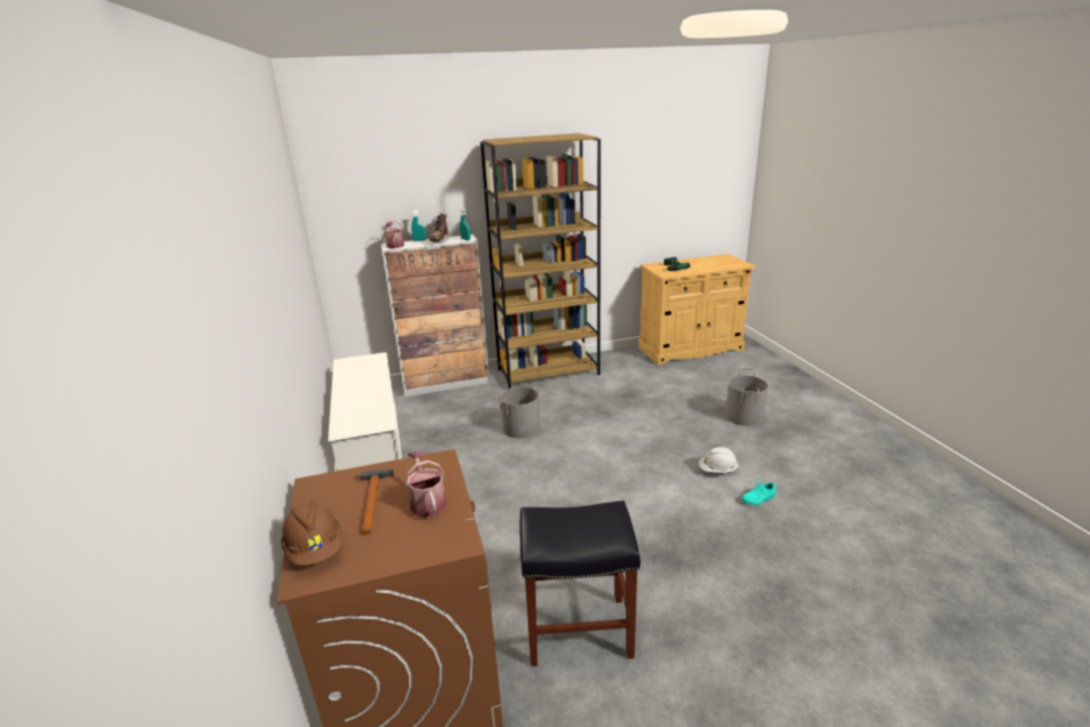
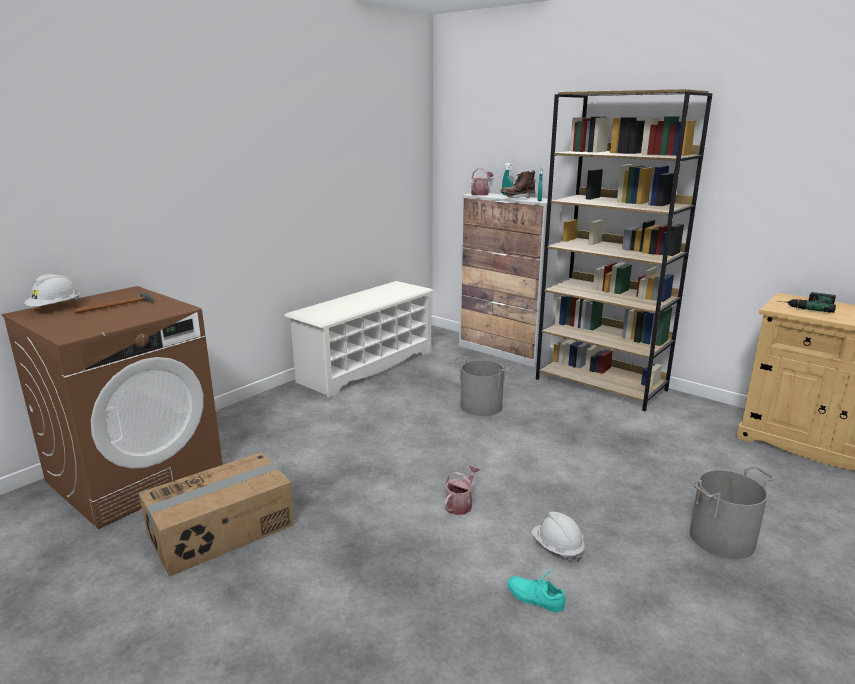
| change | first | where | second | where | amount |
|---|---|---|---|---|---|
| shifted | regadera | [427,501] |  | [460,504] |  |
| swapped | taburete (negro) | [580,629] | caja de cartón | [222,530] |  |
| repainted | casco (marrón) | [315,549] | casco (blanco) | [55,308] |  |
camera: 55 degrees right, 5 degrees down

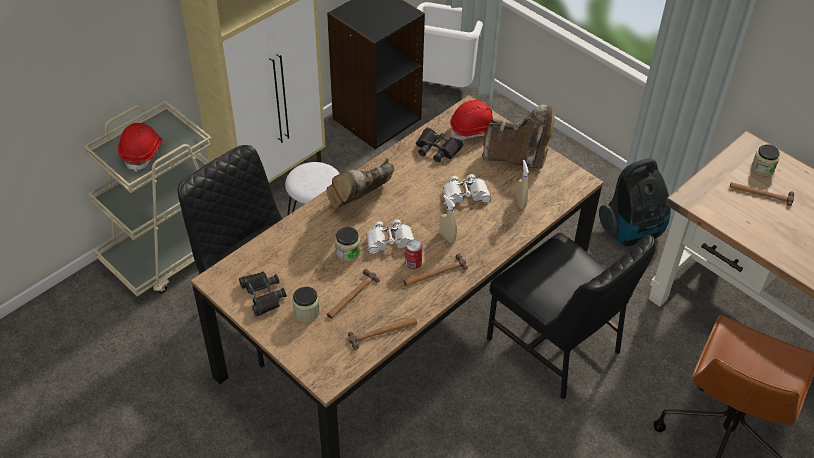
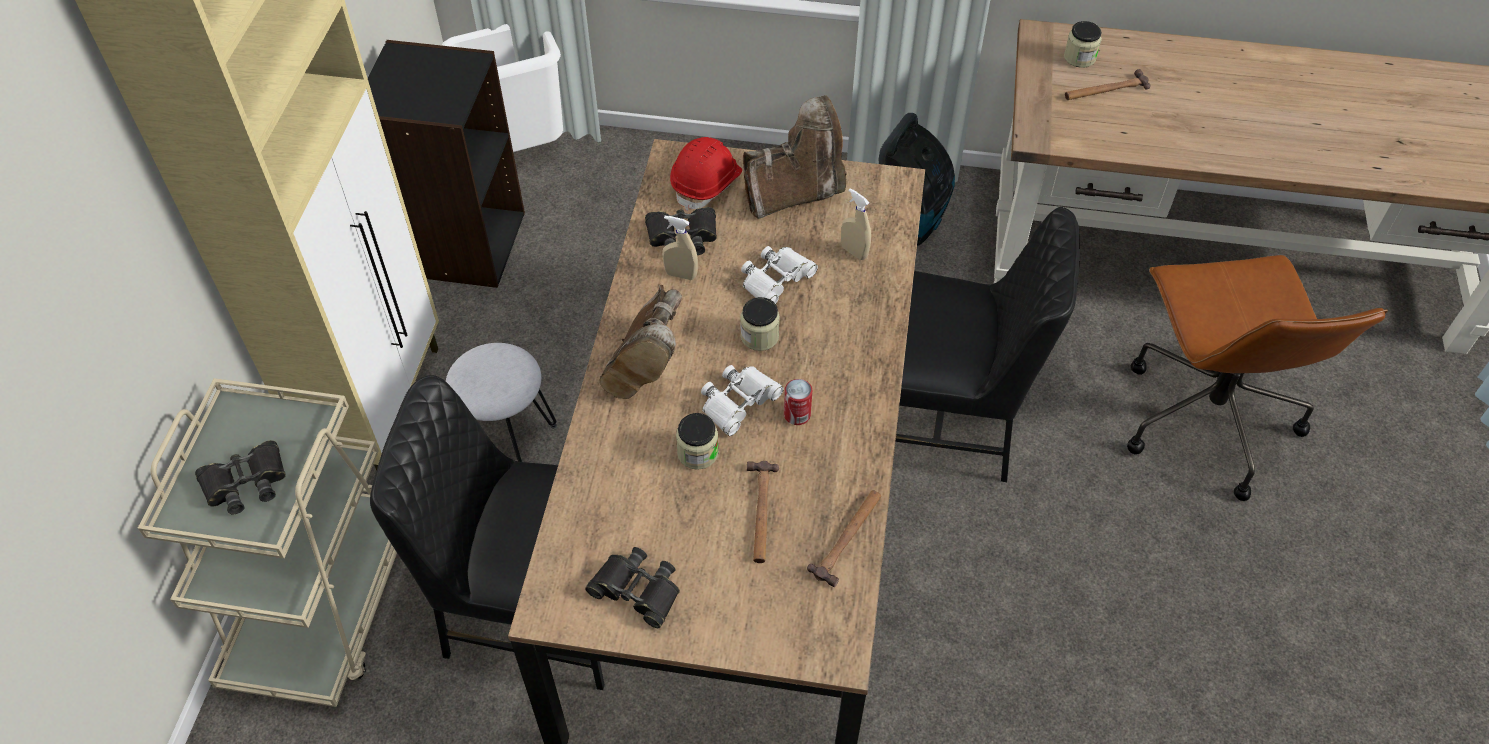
| change | first | where | second | where | amount |
|---|---|---|---|---|---|
| swapped | casco (rojo) | [142,153] | prismáticos (negro) | [246,482] |  |
| shifted | pulverizador (beis) | [447,237] |  | [681,275] |  |
| gone | martillo | [434,273] |  |  |  |
| shifted | tarro | [306,312] |  | [759,336] |  |
camera: 35 degrees left, 5 degrees up

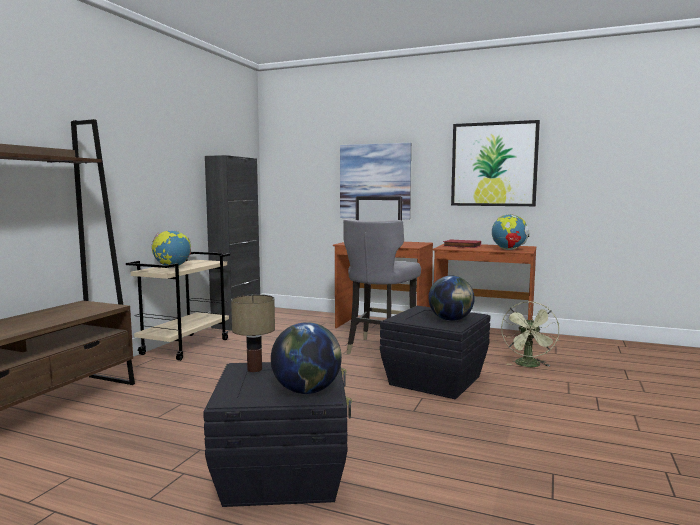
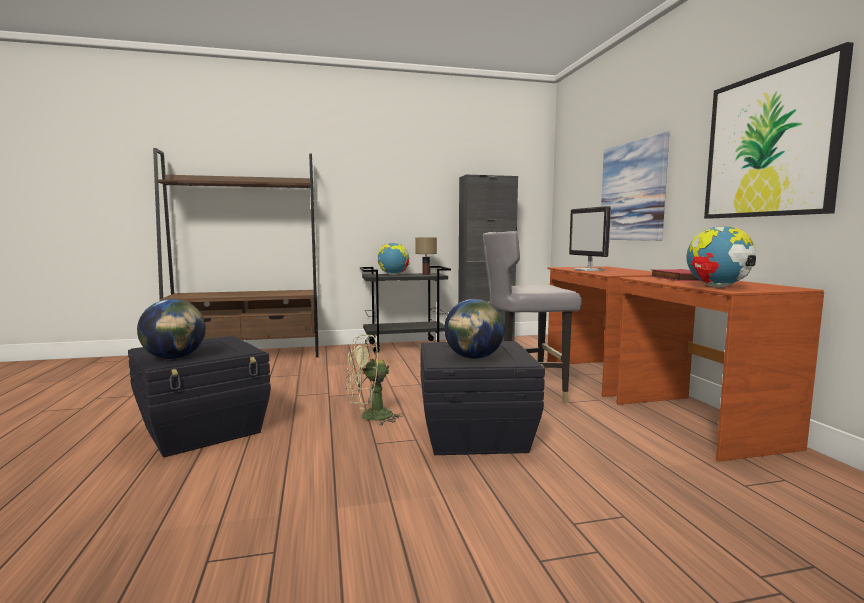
| change | first | where | second | where | amount |
|---|---|---|---|---|---|
| repainted | carrito (beis) | [185,346] | carrito (negro) | [405,346] |  |
| shifted | lámpara de mesa | [255,369] |  | [426,274] |  |
| shifted | ventilador (verde) | [529,365] |  | [370,417] |  |
camera: 55 degrees right, 0 degrees up

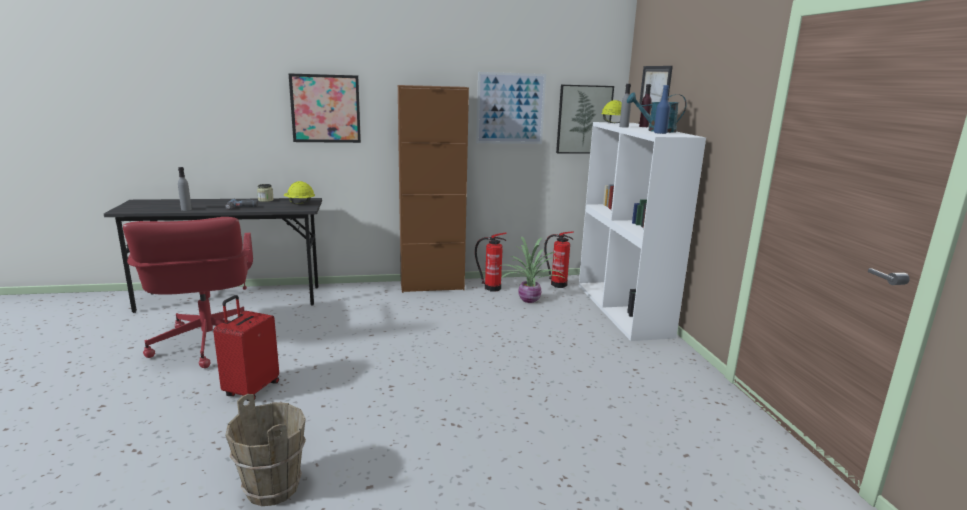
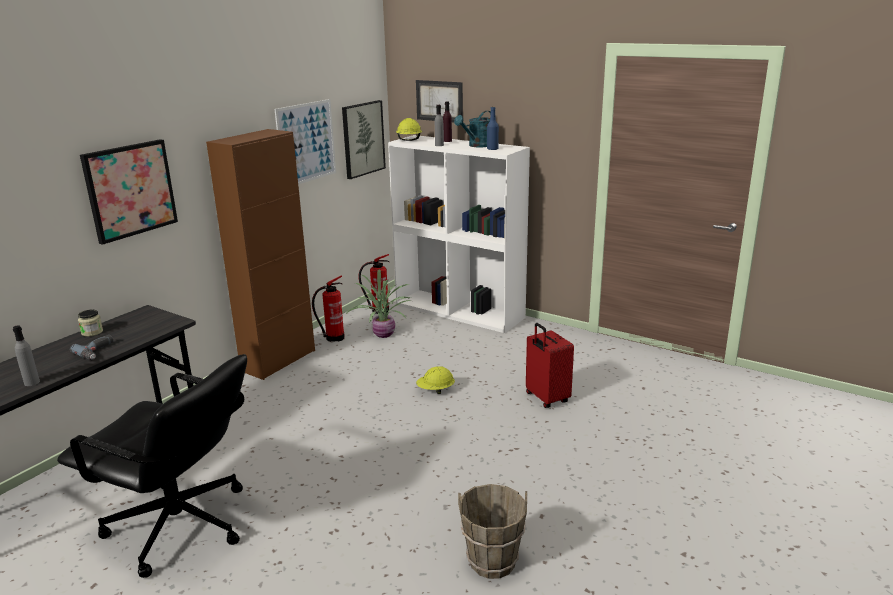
| change | first | where | second | where | amount |
|---|---|---|---|---|---|
| shifted | casco (amarillo) | [299,203] |  | [435,390] |  |
| repainted | silla de oficina (rojo) | [207,344] | silla de oficina (negro) | [179,527] |  |
| shifted | maleta (rojo) | [251,389] |  | [546,398] |  |
camera: 45 degrees left, 5 degrees up

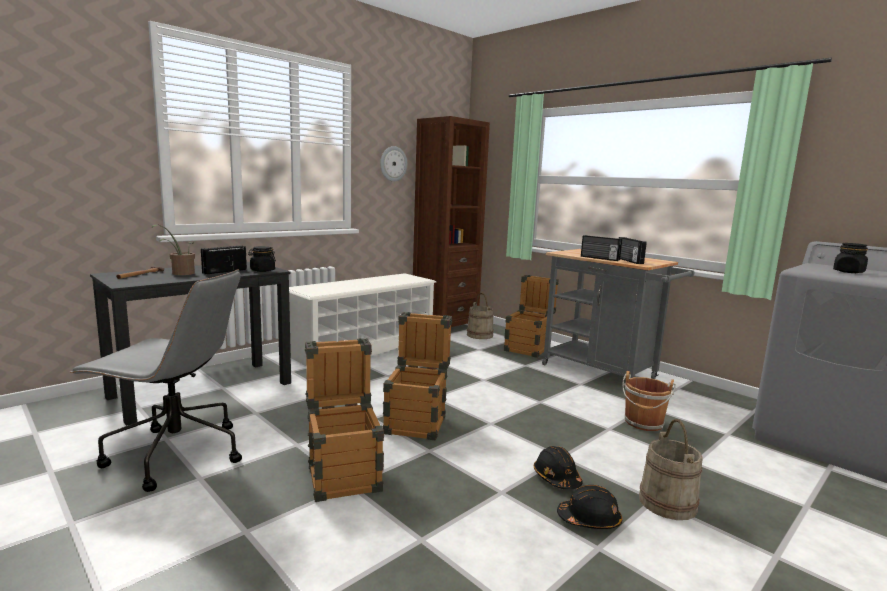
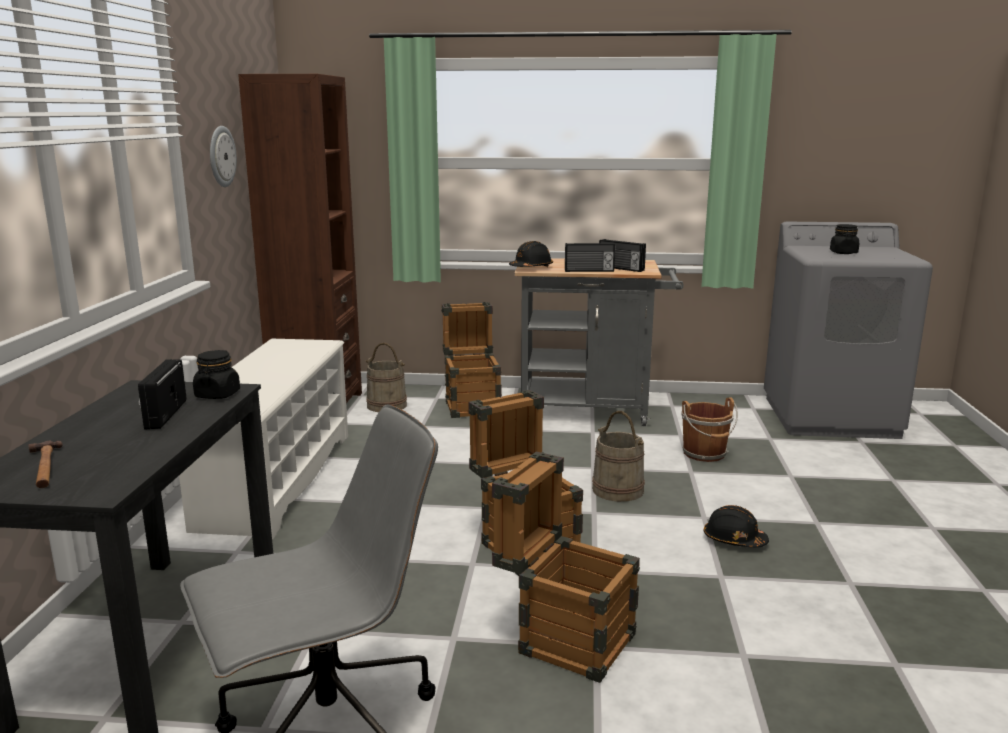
| change | first | where | second | where | amount |
|---|---|---|---|---|---|
| gone | planta en maceta | [180,273] |  |  |  |
| shifted | cubo (beis) | [668,503] |  | [618,490] |  |
| shifted | casco (negro) | [589,520] |  | [531,268] |  |
camera: 40 degrees left, 5 degrees up

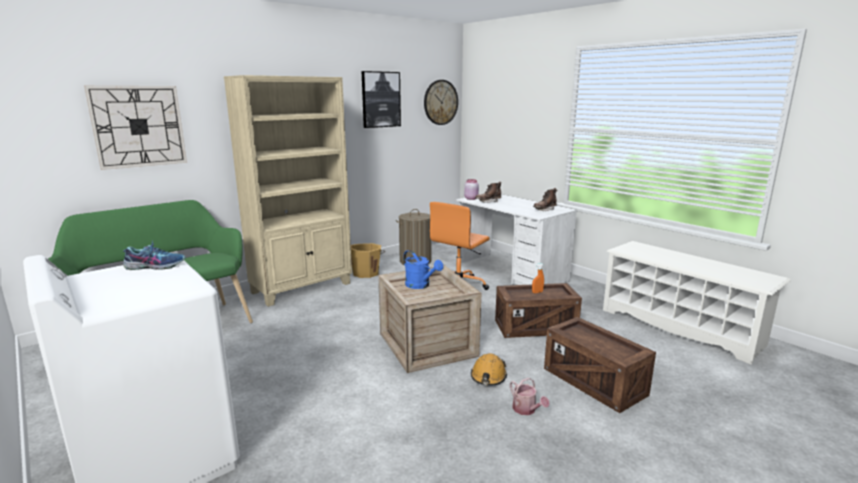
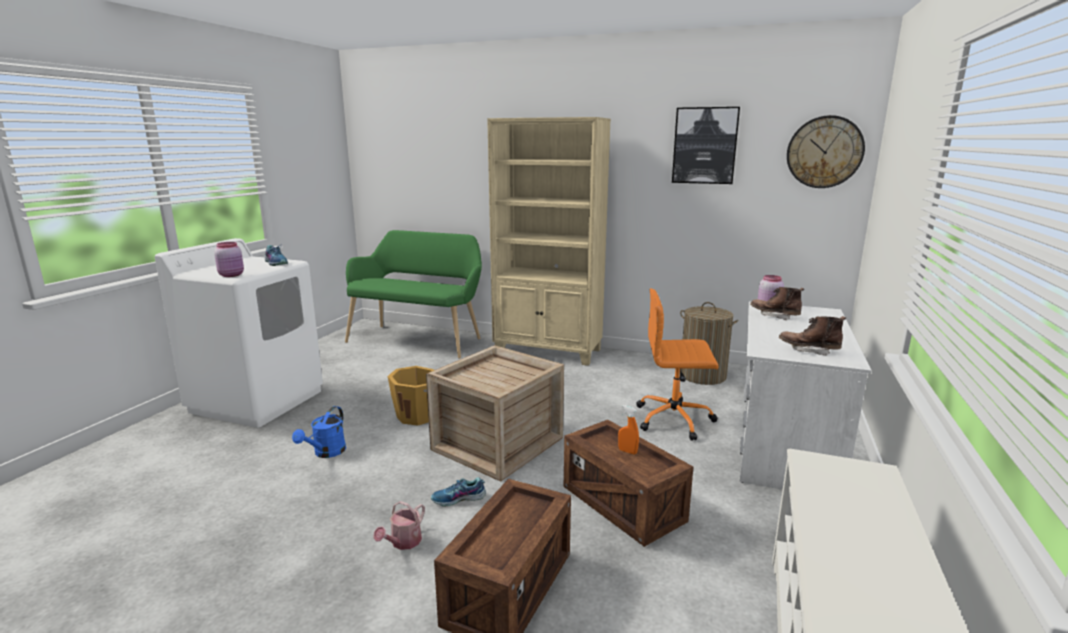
| change | first | where | second | where | amount |
|---|---|---|---|---|---|
| gone | reloj de pared | [138,126] |  |  |  |
| shifted | cubo (naranja) | [366,273] |  | [418,415] |  |
| shifted | regadera (azul) | [420,285] |  | [326,453] |  |
| swapped | casco (naranja) | [488,377] | zapato | [458,499] |  |
| new |  |  | tarro (rosa) | [232,275] |  |
camera: 60 degrees right, 0 degrees up

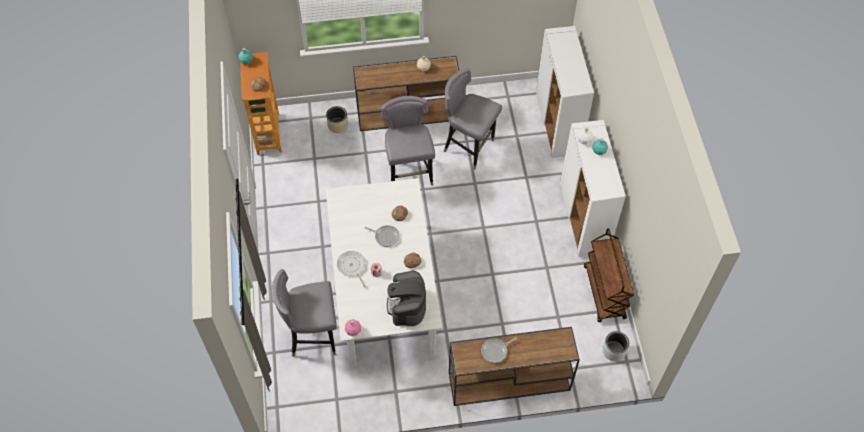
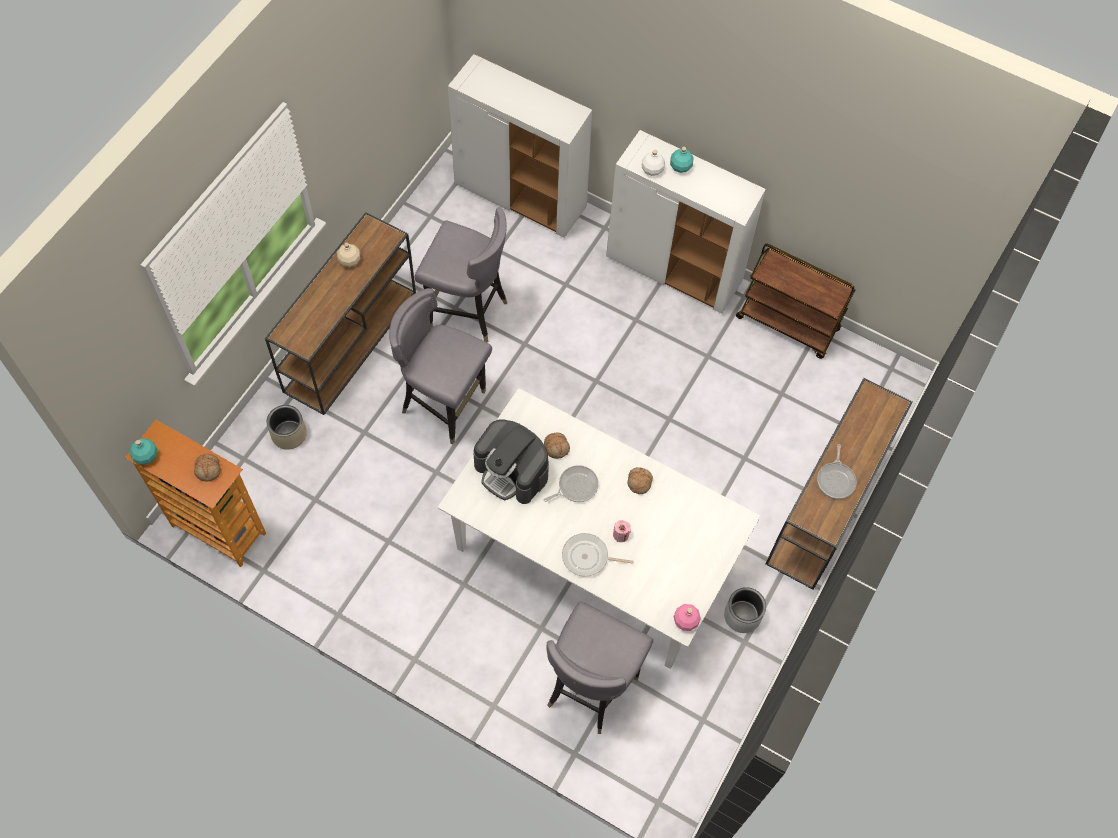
| change | first | where | second | where | amount |
|---|---|---|---|---|---|
| rotated | silla (gris) | [469,148] |  | [467,312] | 135 degrees counterclockwise |
| shifted | cafetera | [407,305] |  | [512,471] |  |
| shifted | maceta (gris) | [613,351] |  | [742,616] |  |
camera: 55 degrees left, 5 degrees up

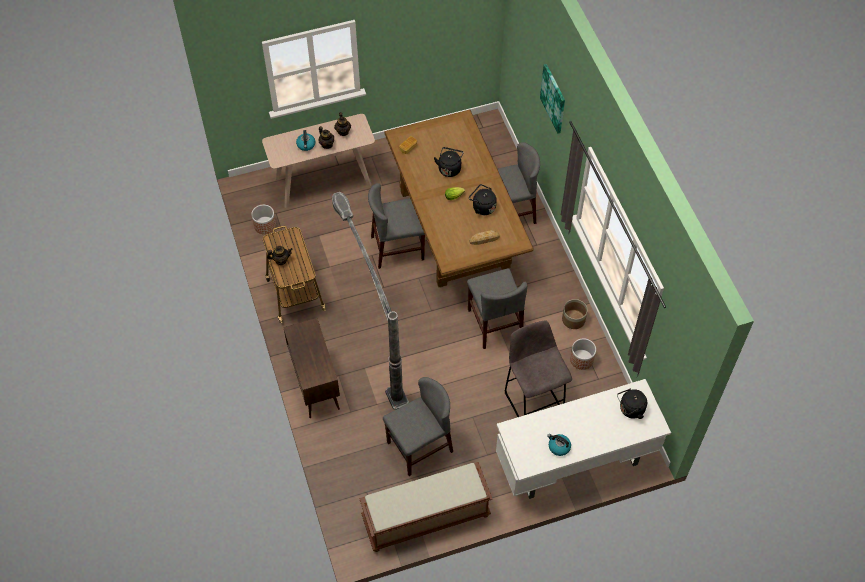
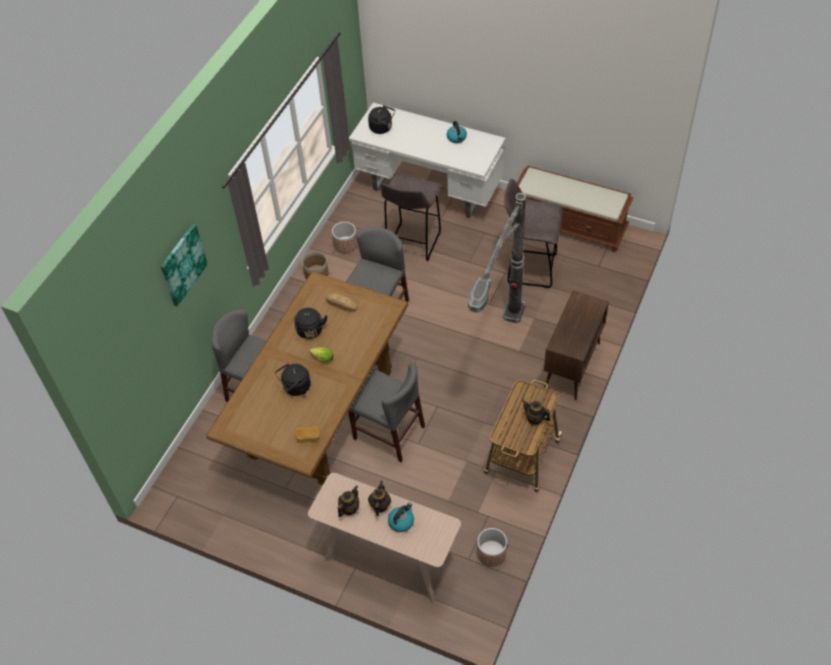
| change | first | where | second | where | amount |
|---|---|---|---|---|---|
| swapped | silla (gris) | [419,447] | taburete (gris) | [529,268] |  |
camera: 135 degrees left, 5 degrees down

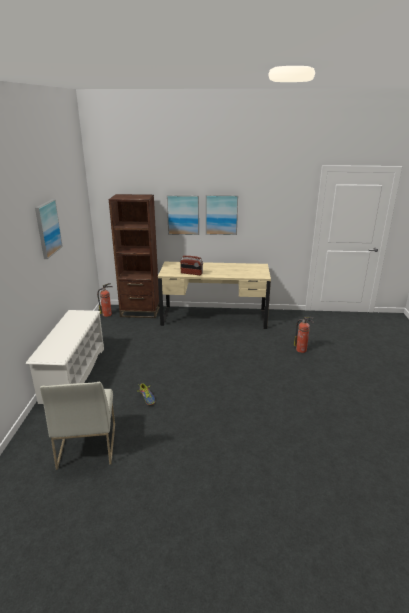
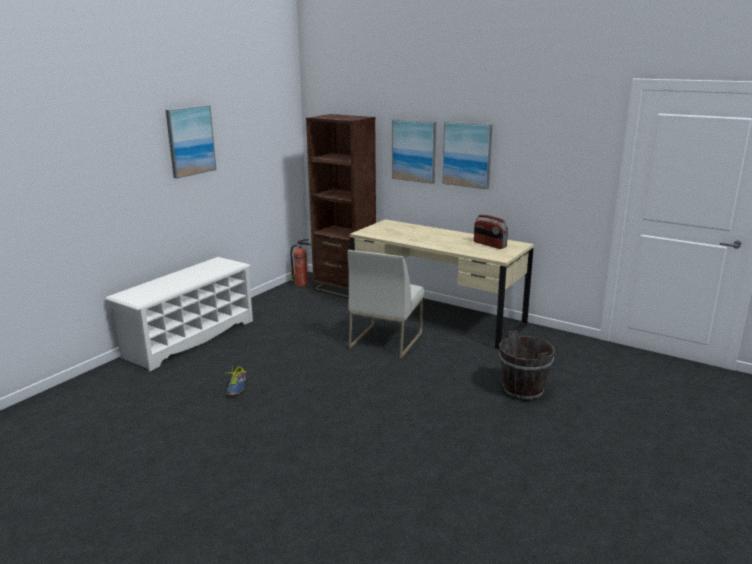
| change | first | where | second | where | amount |
|---|---|---|---|---|---|
| shifted | radio | [191,273] |  | [489,245] |  |
| swapped | extintor | [302,350] | cubo (marrón) | [522,391] |  |
| shifted | silla (blanco) | [86,445] |  | [385,340] |  |
camera: 30 degrees right, 5 degrees down

